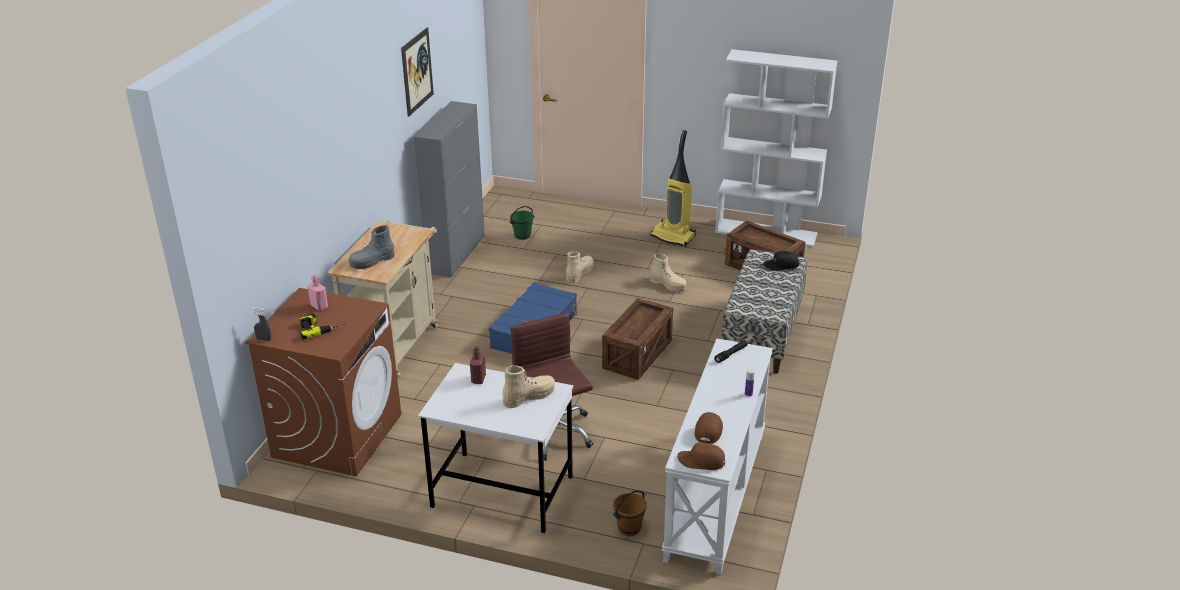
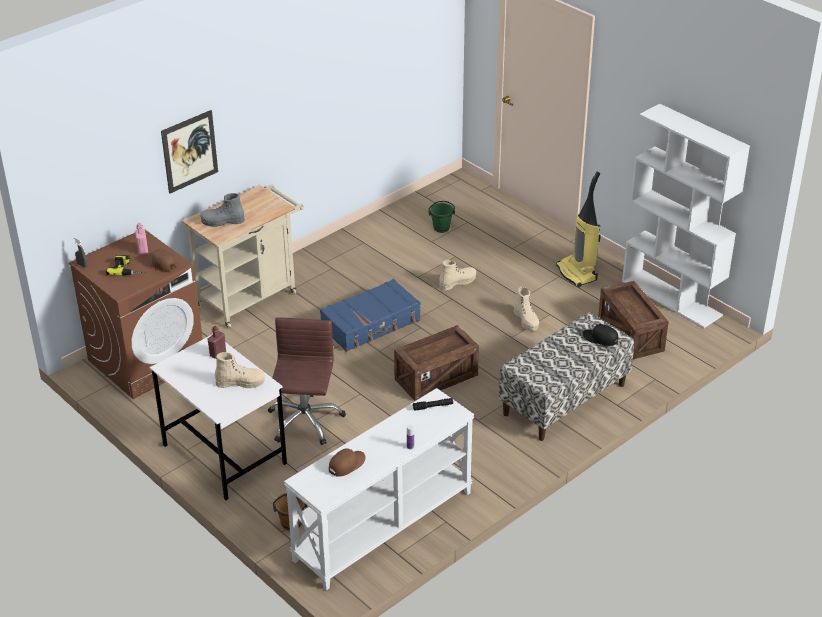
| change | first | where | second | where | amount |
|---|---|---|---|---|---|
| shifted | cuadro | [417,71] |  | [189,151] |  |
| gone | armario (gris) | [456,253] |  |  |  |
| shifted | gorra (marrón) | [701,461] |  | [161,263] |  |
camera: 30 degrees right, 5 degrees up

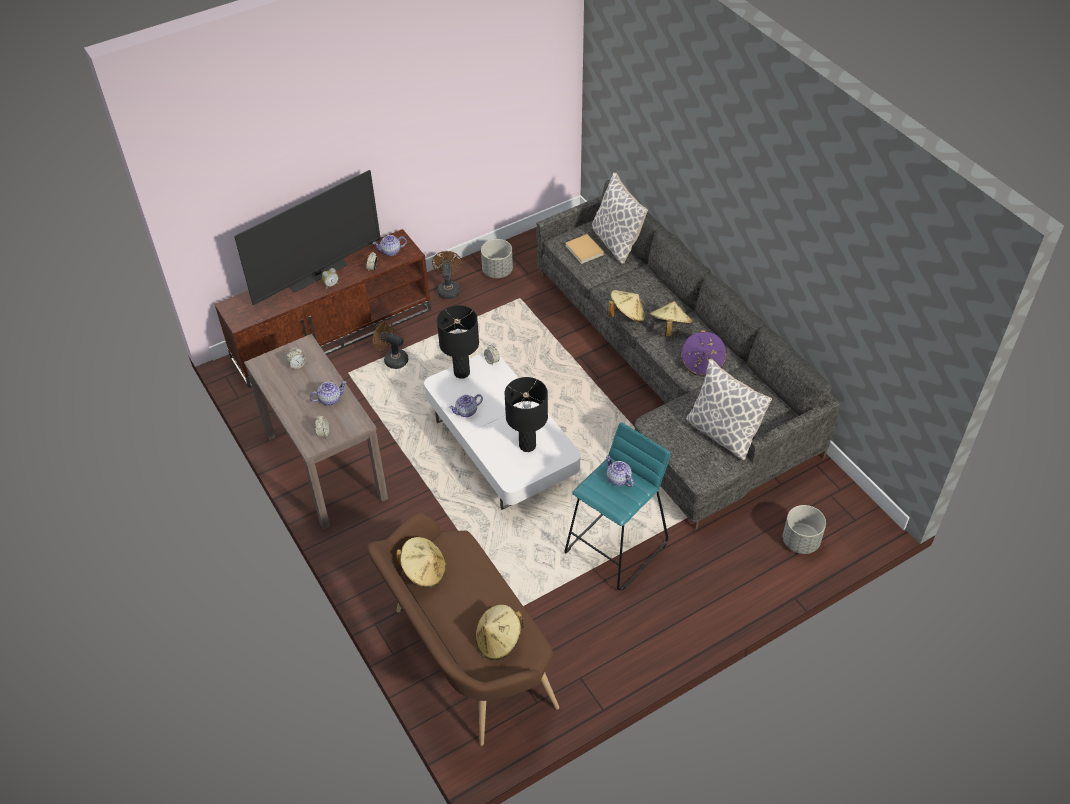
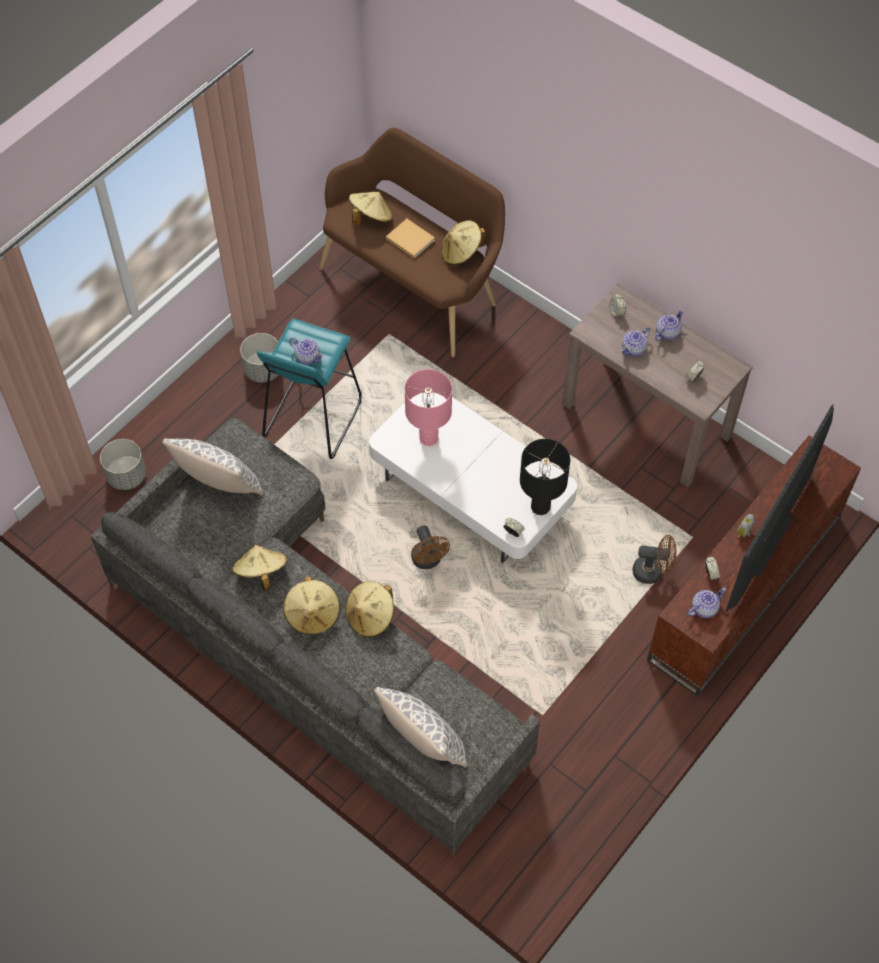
| change | first | where | second | where | amount |
|---|---|---|---|---|---|
| shifted | libro (beis) | [585,250] |  | [409,239] |  |
| shifted | maceta (gris) | [497,271] |  | [263,370] |  |
| shifted | ventilador (marrón) | [448,289] |  | [428,561] |  |
| repainted | sombrero (morado) | [702,363] | sombrero (beis) | [261,573] |  |
| repainted | lámpara de mesa (negro) | [527,446] | lámpara de mesa (rosa) | [428,438] |  |
| shifted | tetera | [466,412] |  | [667,333] |  |
camera: 160 degrees right, 10 degrees up

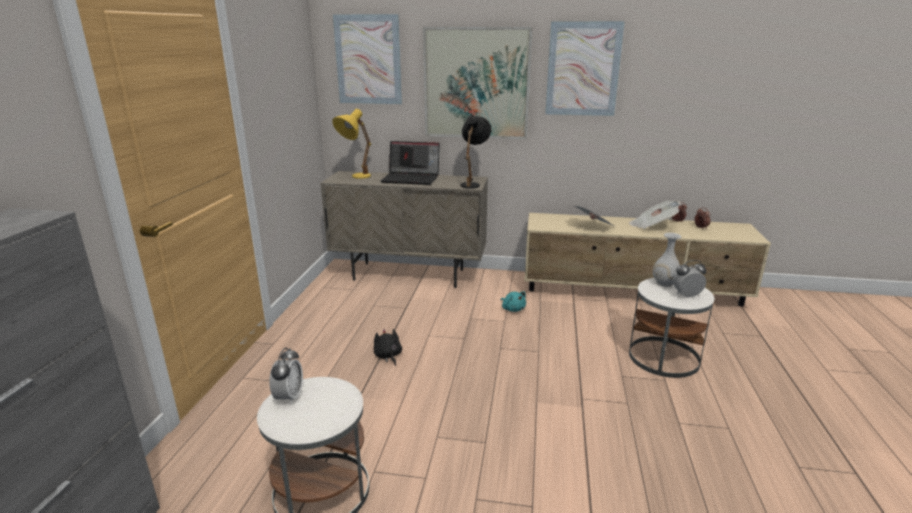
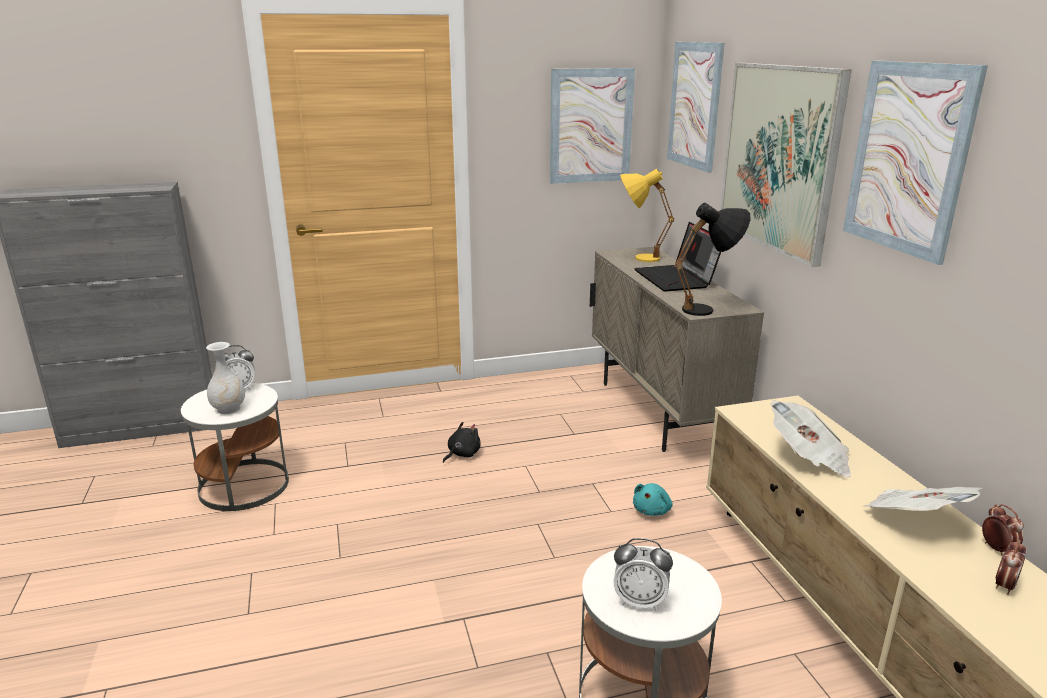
| change | first | where | second | where | amount |
|---|---|---|---|---|---|
| shifted | florero (blanco) | [664,283] |  | [229,409] |  |
| rotated | despertador | [686,296] |  | [640,601] | 135 degrees clockwise |
| new |  |  | cuadro | [591,126] |  |
camera: 65 degrees right, 0 degrees up

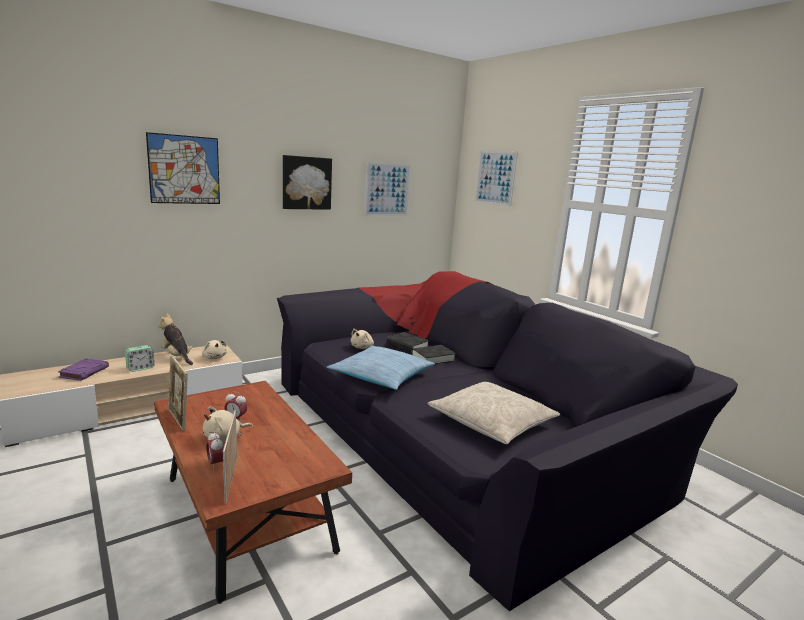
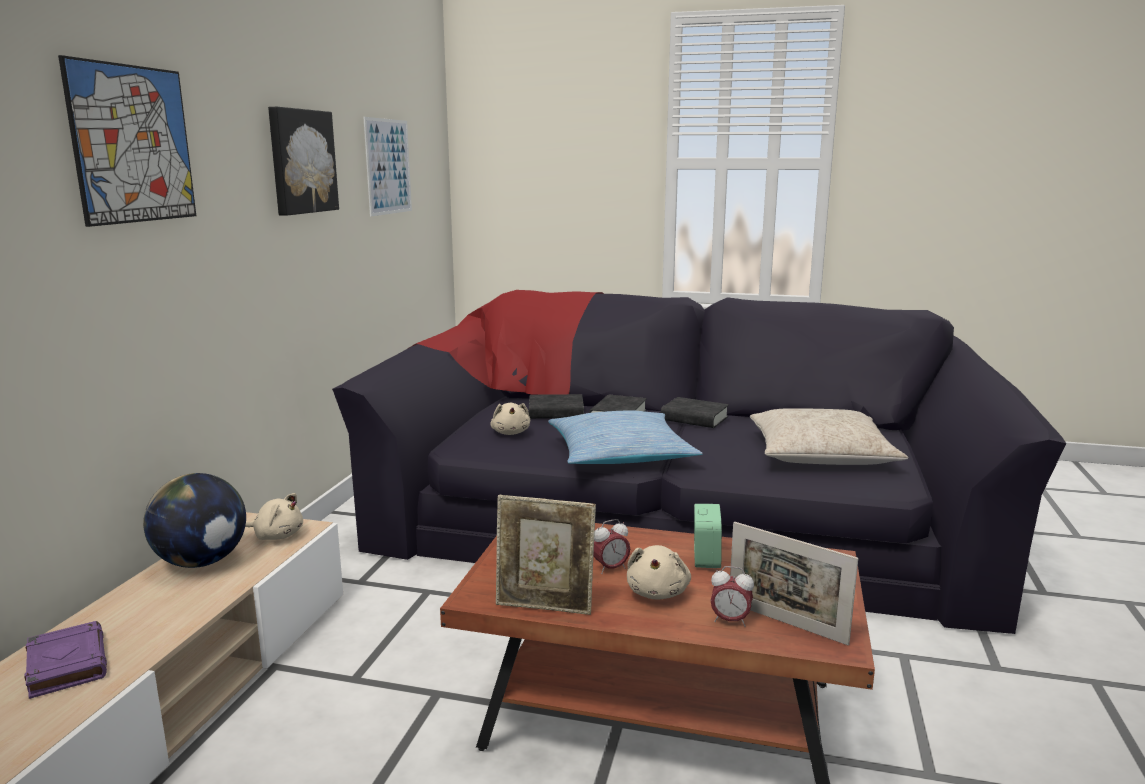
| change | first | where | second | where | amount |
|---|---|---|---|---|---|
| gone | cuadro | [495,178] |  |  |  |
| swapped | peluche | [177,356] | globo terráqueo | [202,562] |  |
| shifted | despertador | [140,368] |  | [706,558] |  |
| new |  |  | libro (negro) | [694,418] |  |
camera: 40 degrees left, 0 degrees up

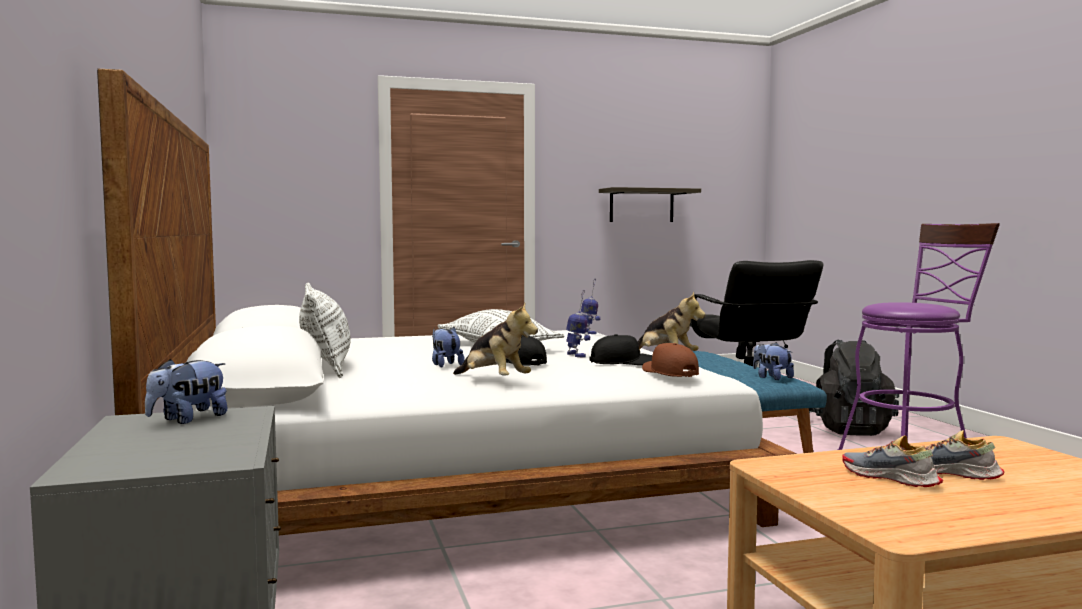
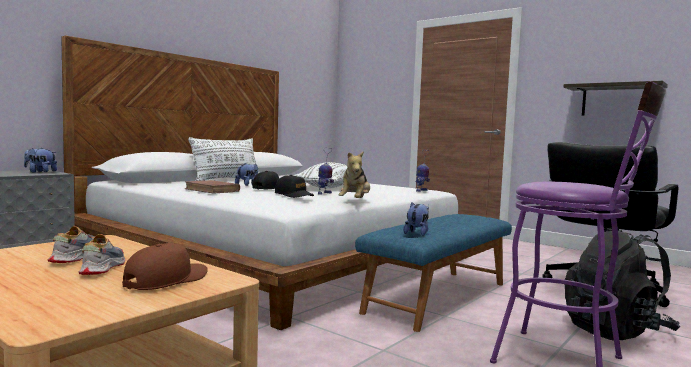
| change | first | where | second | where | amount |
|---|---|---|---|---|---|
| swapped | peluche | [494,380] | libro (marrón) | [212,190] |  |
| shifted | gorra (marrón) | [669,372] |  | [166,280] |  |
camera: 55 degrees right, 0 degrees up

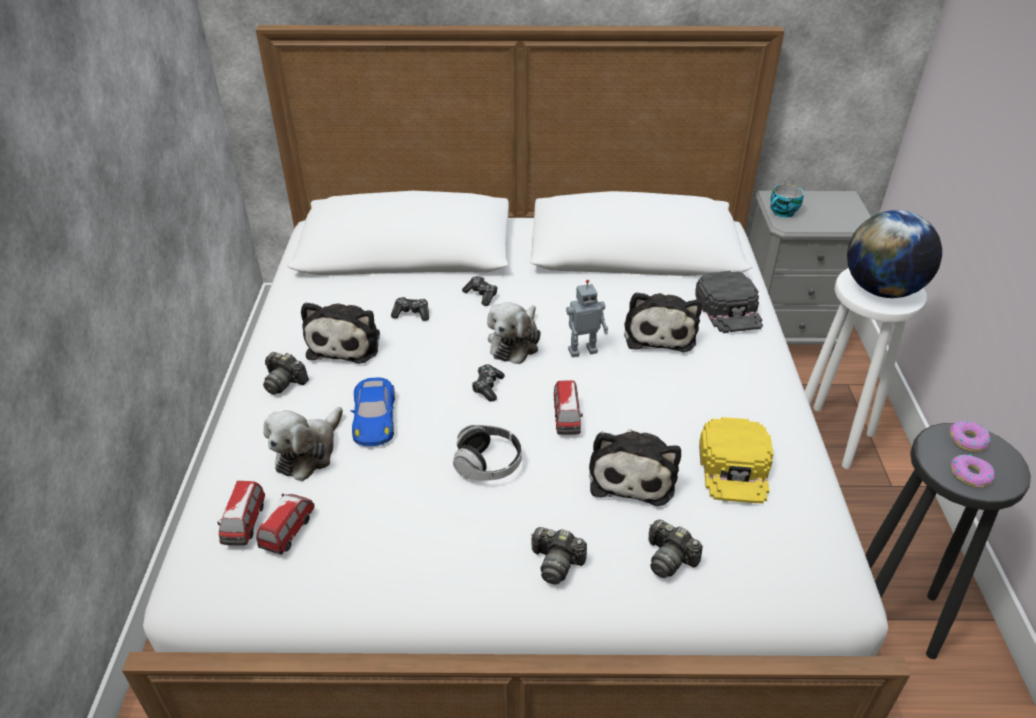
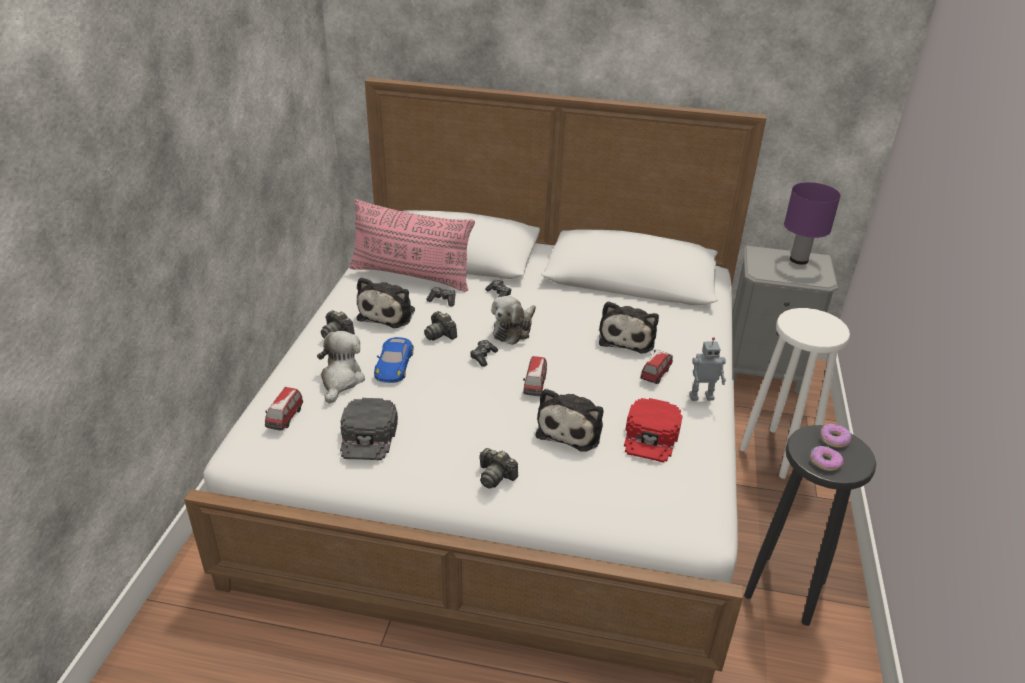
| change | first | where | second | where | amount |
|---|---|---|---|---|---|
| gone | taza | [783,213] |  |  |  |
| gone | globo terráqueo | [881,290] |  |  |  |
| shifted | gorra (negro) | [729,309] |  | [369,435] |  |
| shifted | robot de juguete | [582,350] |  | [701,396] |  |
| rotated | peluche | [308,452] |  | [341,380] | 150 degrees clockwise |
| repainted | gorra (amarillo) | [735,467] | gorra (rojo) | [651,436] |  |
| gone | auriculares | [488,464] |  |  |  |
| shifted | coche de juguete | [288,530] |  | [655,374] |  |
| shifted | cámara | [669,558] |  | [440,334] |  |
| new |  |  | lámpara de mesa (morado) | [799,260] |  |
| new |  |  | cojín (rosa) | [411,275] |  |
camera: 10 degrees right, 5 degrees down

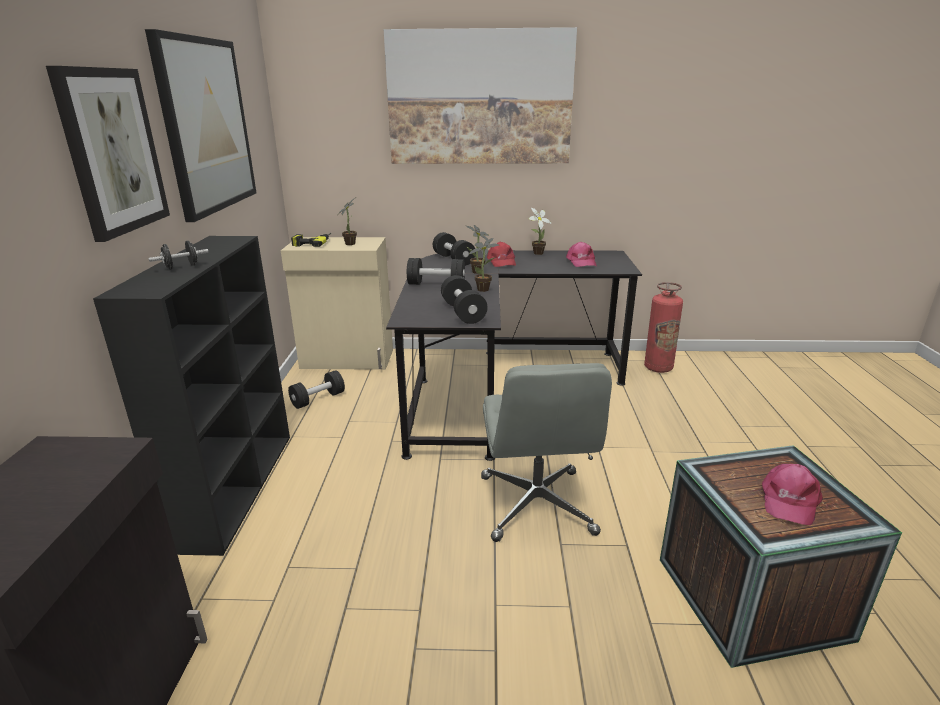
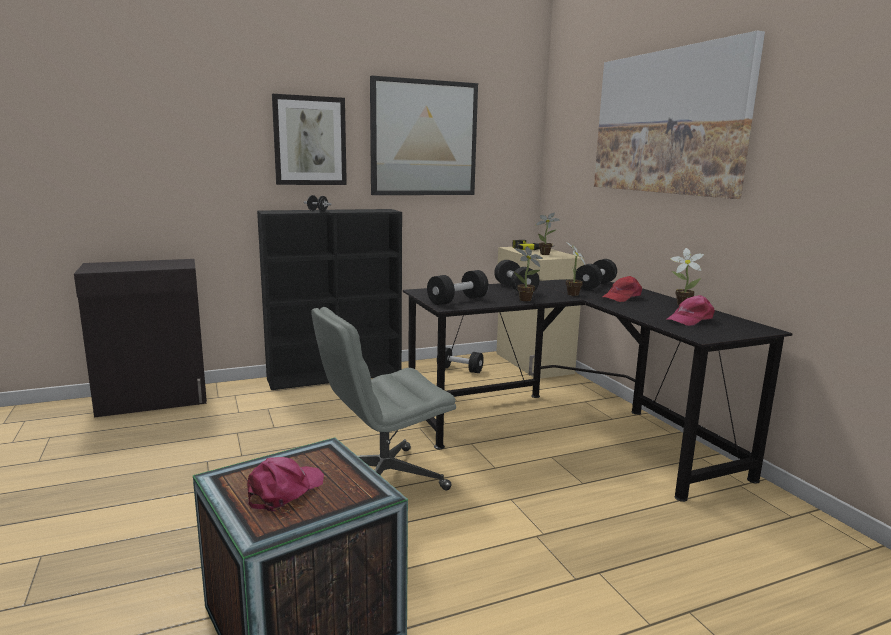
| change | first | where | second | where | amount |
|---|---|---|---|---|---|
| gone | extintor | [658,368] |  |  |  |
| rotated | gorra (rosa) | [788,500] |  | [284,490] | 120 degrees clockwise |
camera: 65 degrees right, 10 degrees down

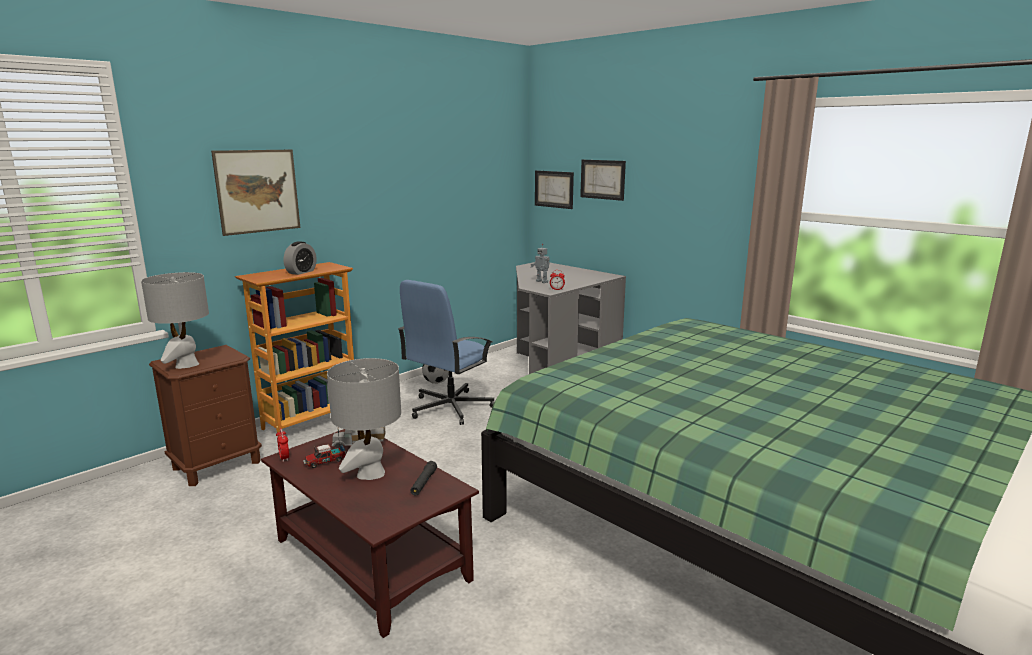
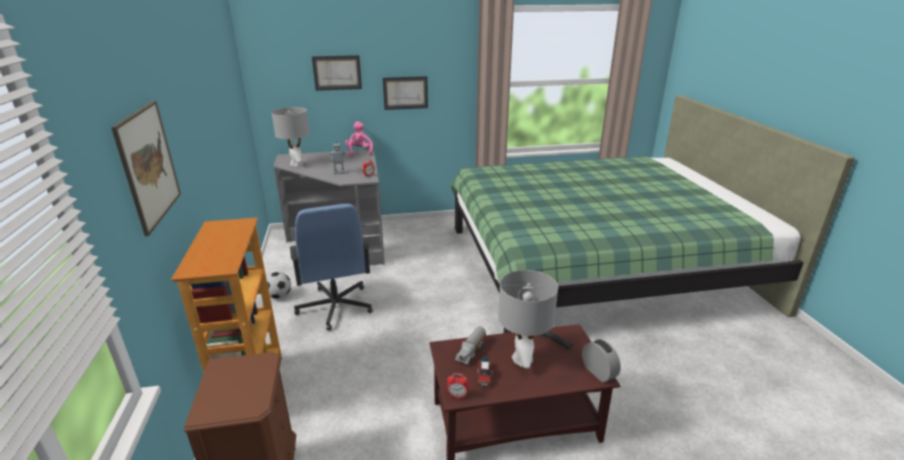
| change | first | where | second | where | amount |
|---|---|---|---|---|---|
| shifted | cuadro | [554,189] |  | [405,93] |  |
| shifted | despertador | [301,272] |  | [598,372] |  |
| shifted | lámpara de mesa (gris) | [186,365] |  | [296,164] |  |
| new |  |  | peluche (rosa) | [359,152] |  |
camera: 55 degrees left, 10 degrees up

